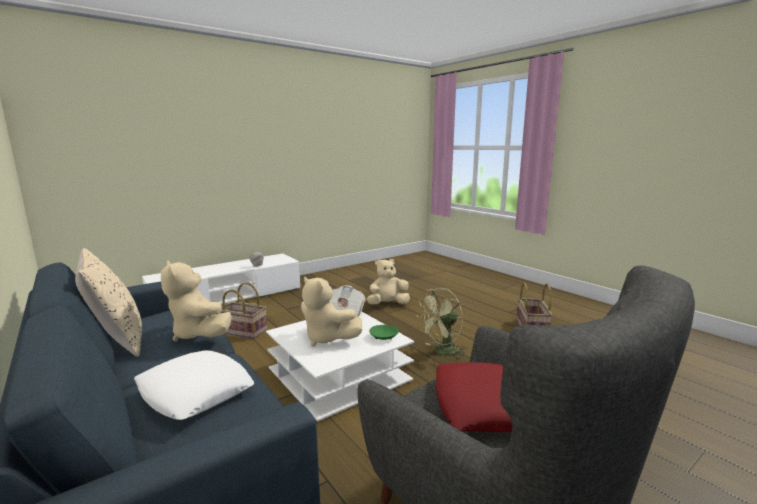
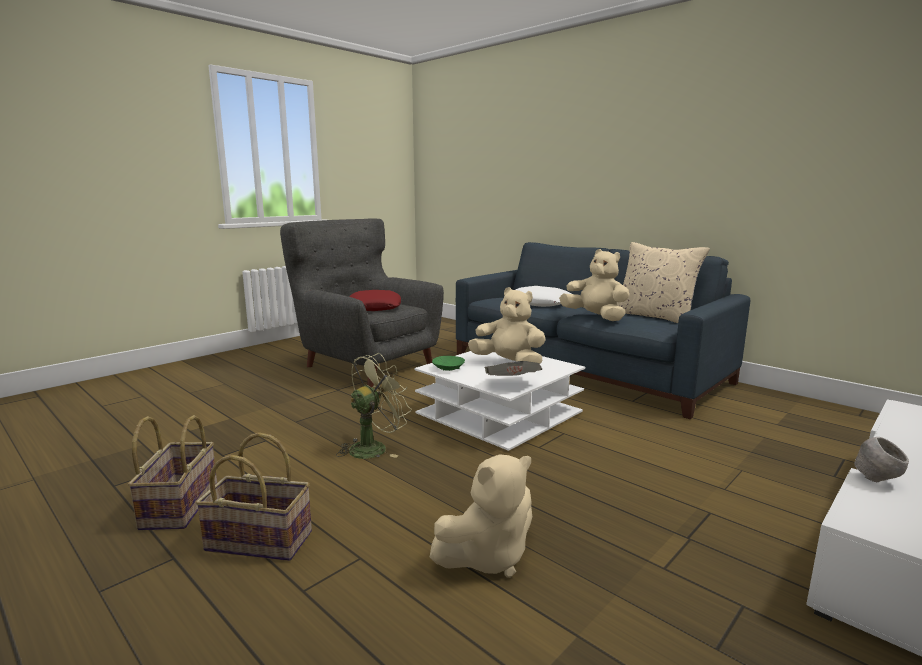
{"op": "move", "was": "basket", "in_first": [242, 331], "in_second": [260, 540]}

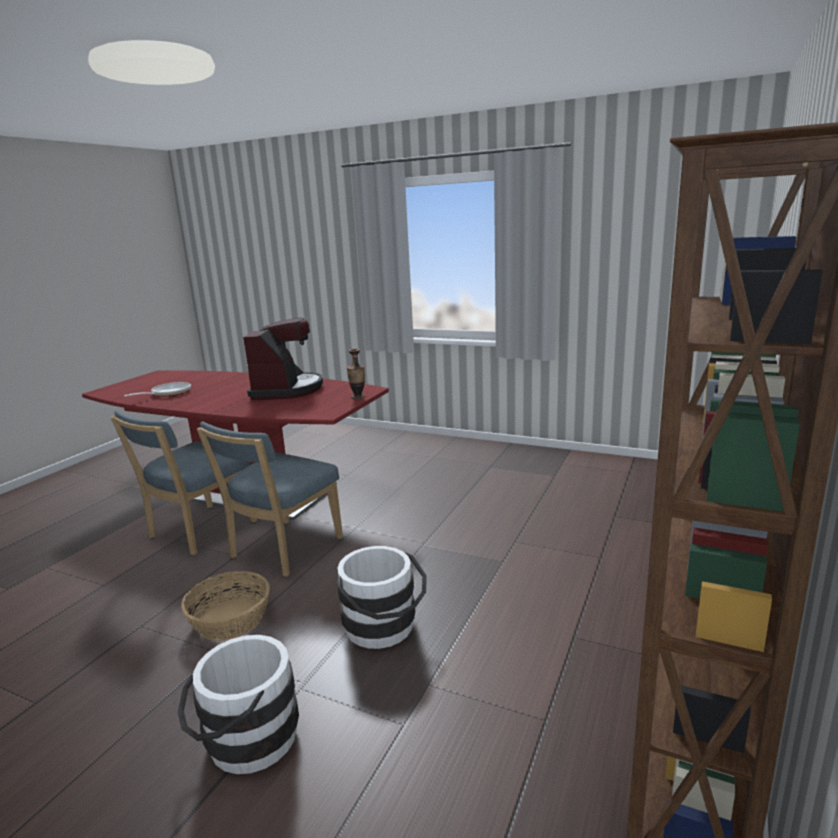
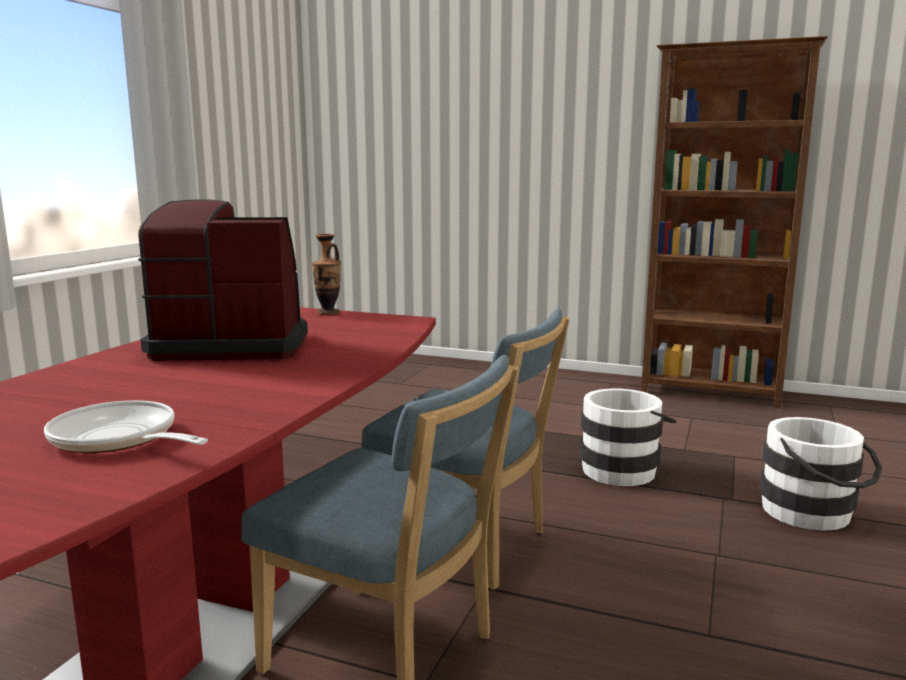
{"op": "delete", "was": "basket", "in_first": [231, 620]}

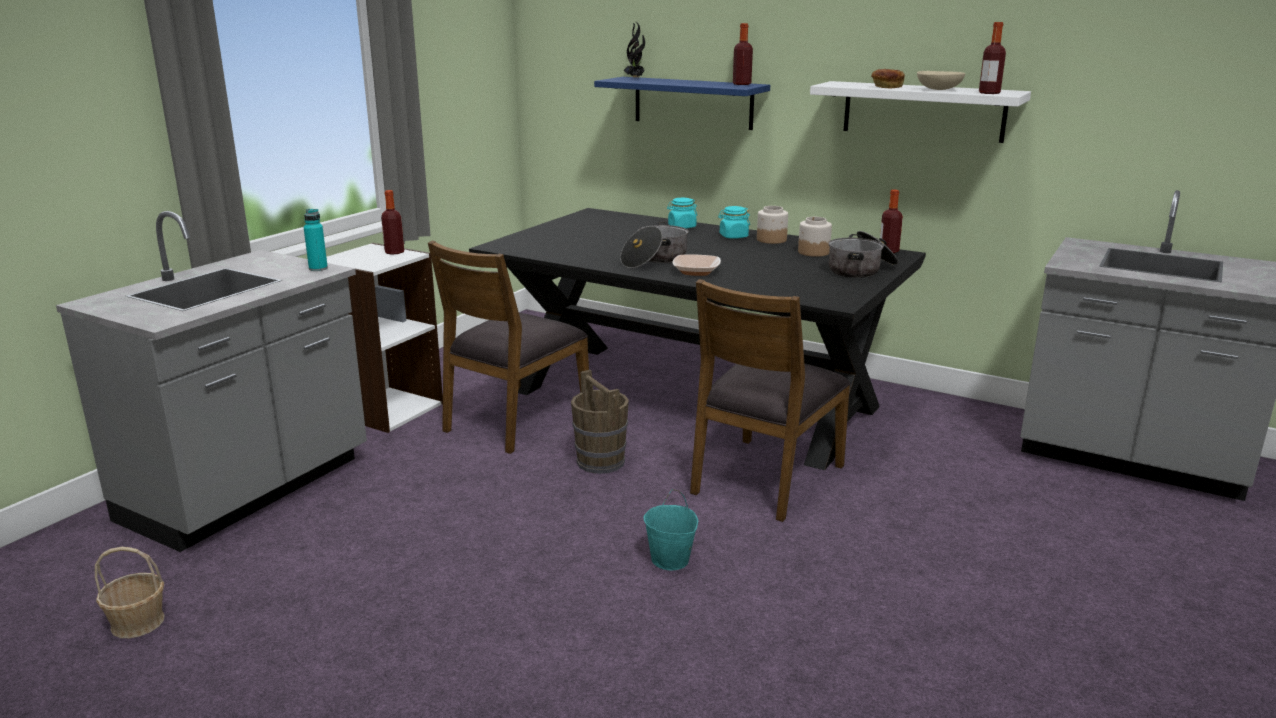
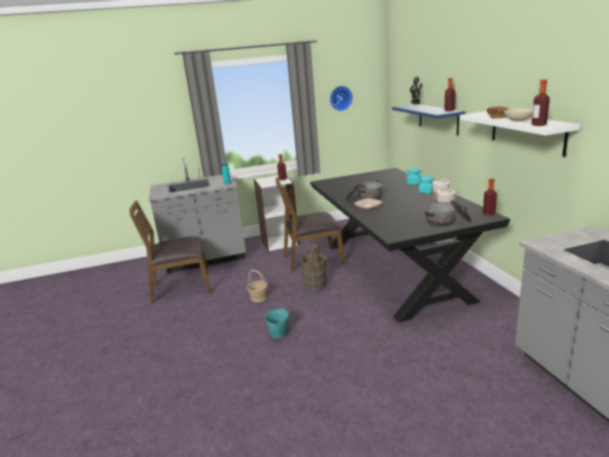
{"op": "move", "was": "plain chair in brown-coloured", "in_first": [765, 478], "in_second": [180, 287]}
{"op": "move", "was": "basket", "in_first": [138, 623], "in_second": [258, 297]}
{"op": "insert", "now": "clock on the wall", "in_second": [340, 98]}

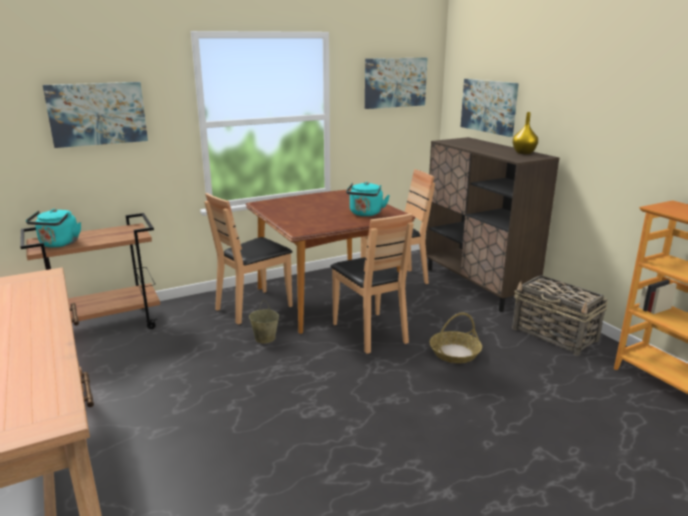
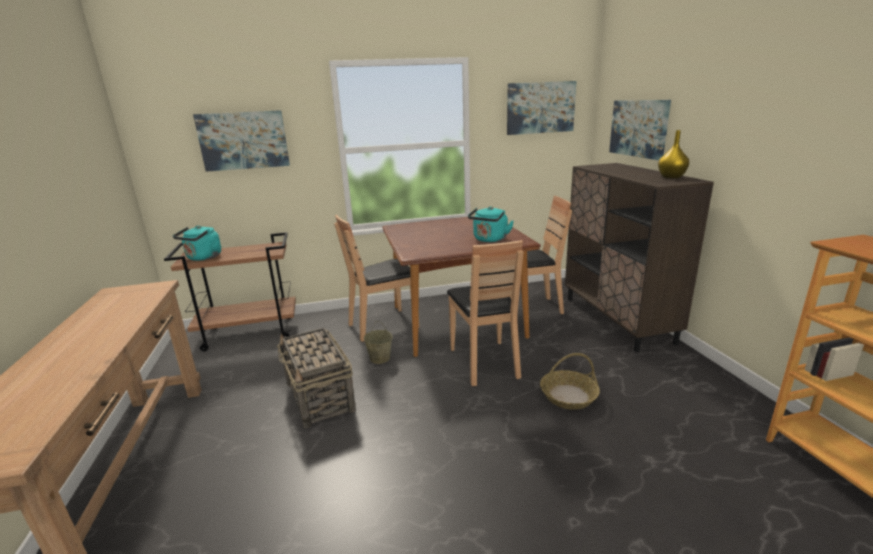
{"op": "move", "was": "basket", "in_first": [555, 335], "in_second": [320, 397]}

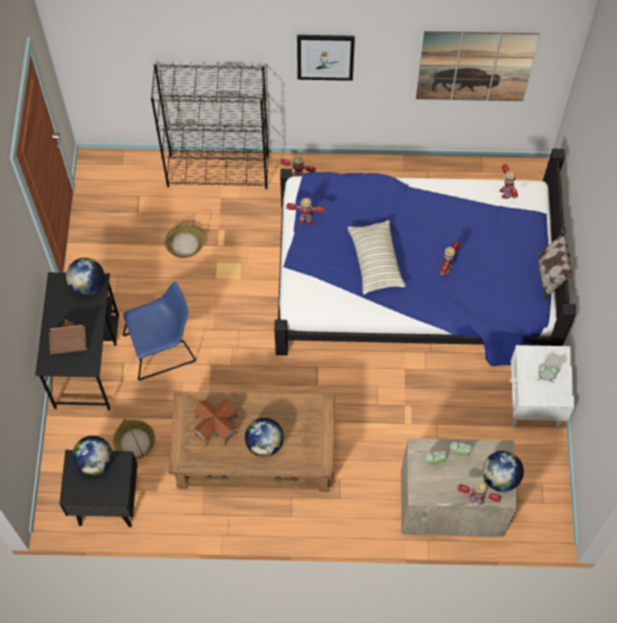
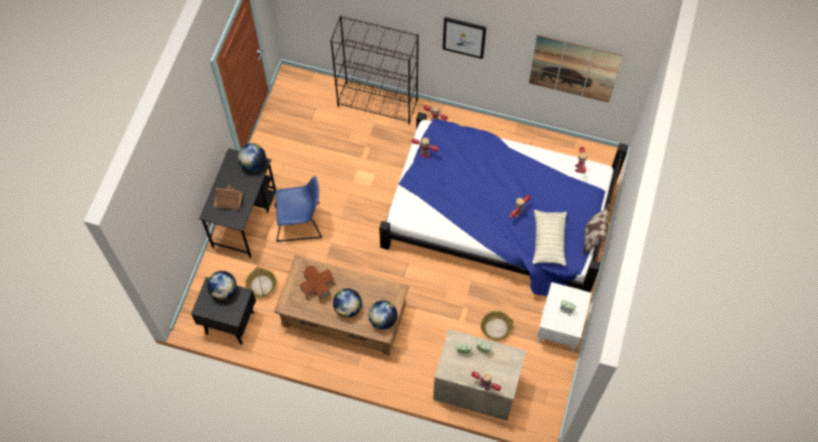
{"op": "move", "was": "pillow", "in_first": [375, 262], "in_second": [548, 241]}
{"op": "move", "was": "basket", "in_first": [185, 244], "in_second": [496, 327]}
{"op": "move", "was": "globe", "in_first": [500, 477], "in_second": [383, 320]}

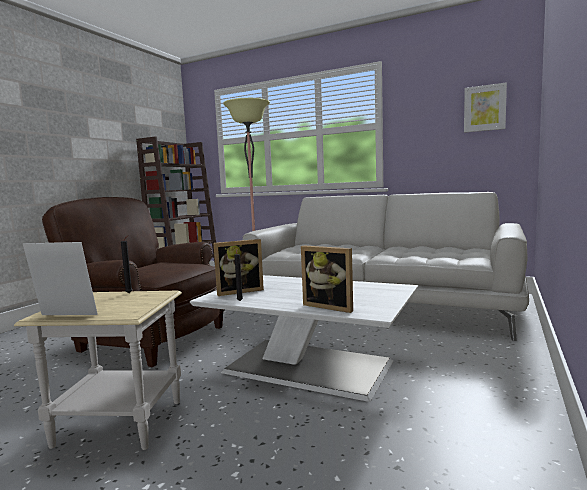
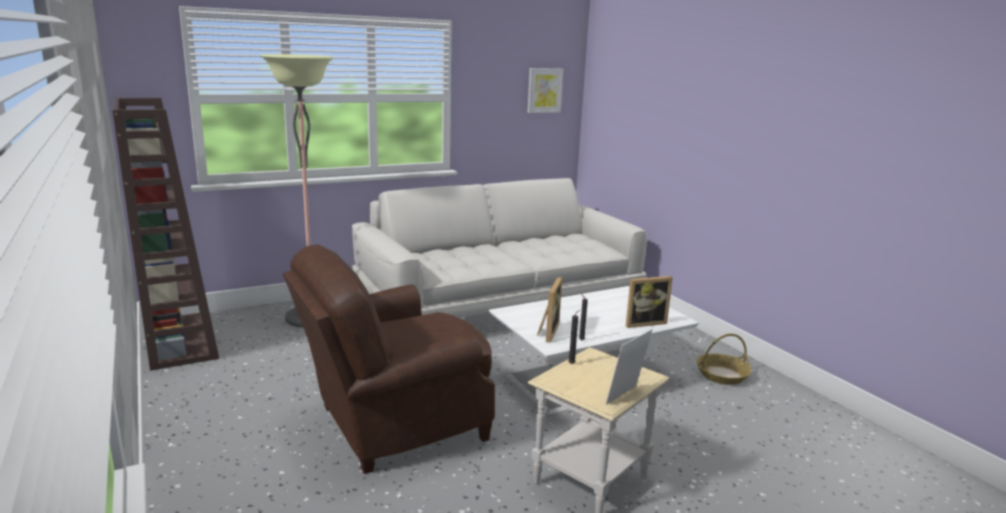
{"op": "insert", "now": "basket", "in_second": [722, 375]}

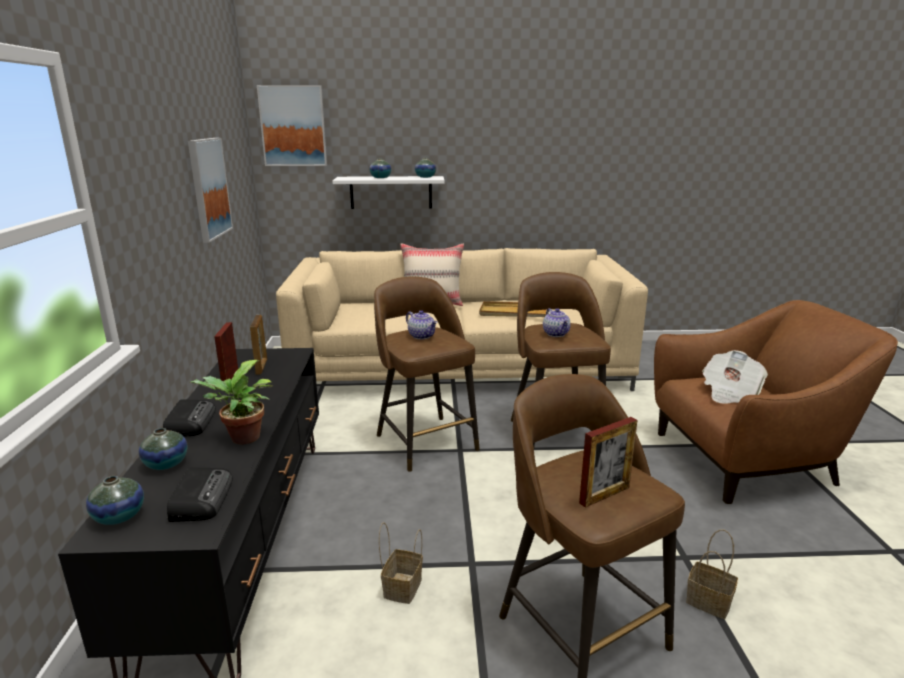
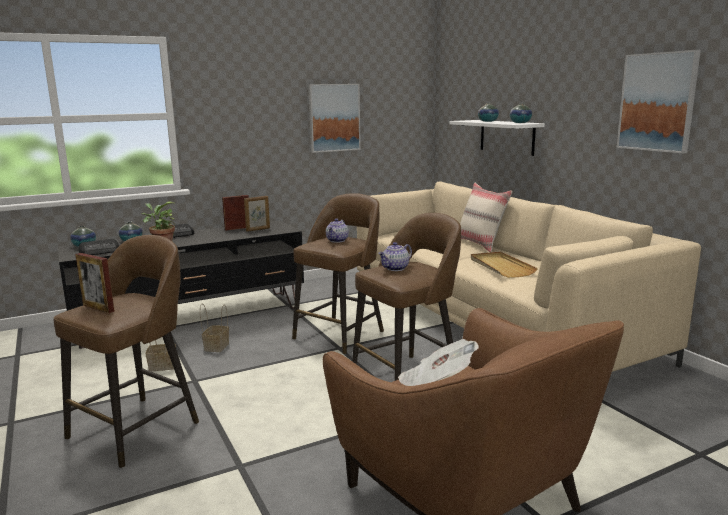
{"op": "move", "was": "picture", "in_first": [293, 126], "in_second": [657, 102]}
{"op": "move", "was": "basket", "in_first": [706, 601], "in_second": [216, 346]}

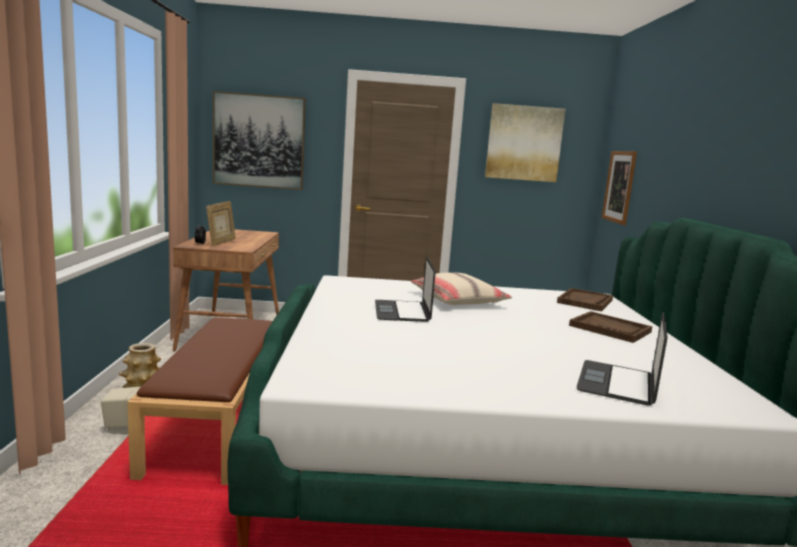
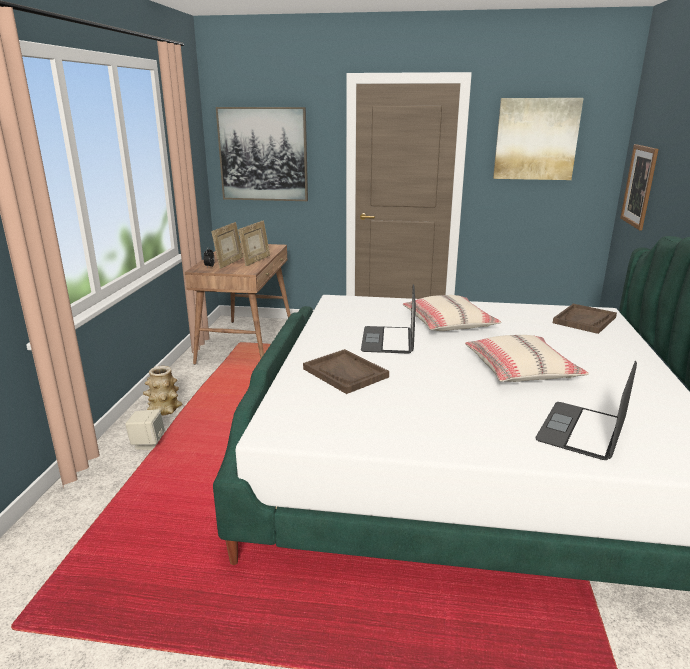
{"op": "move", "was": "tray in brown-coloured", "in_first": [610, 329], "in_second": [345, 373]}
{"op": "delete", "was": "long seat in brown-coloured", "in_first": [220, 421]}
{"op": "insert", "now": "standing frame", "in_second": [256, 261]}
{"op": "insert", "now": "pillow in sand-coloured", "in_second": [521, 370]}

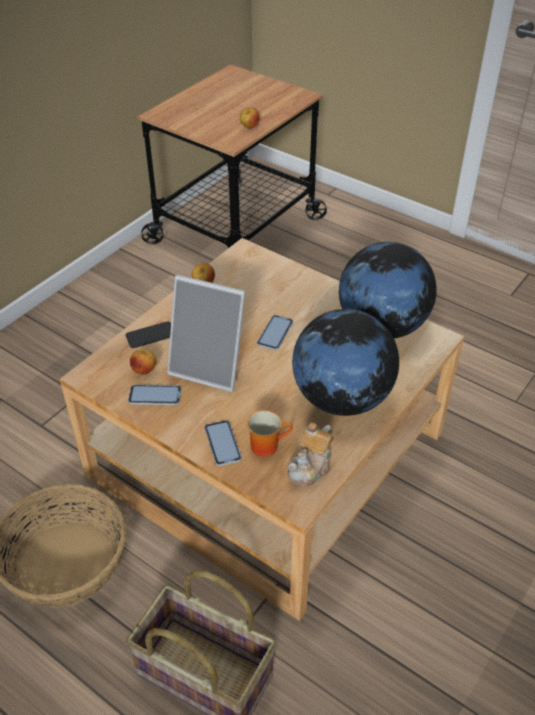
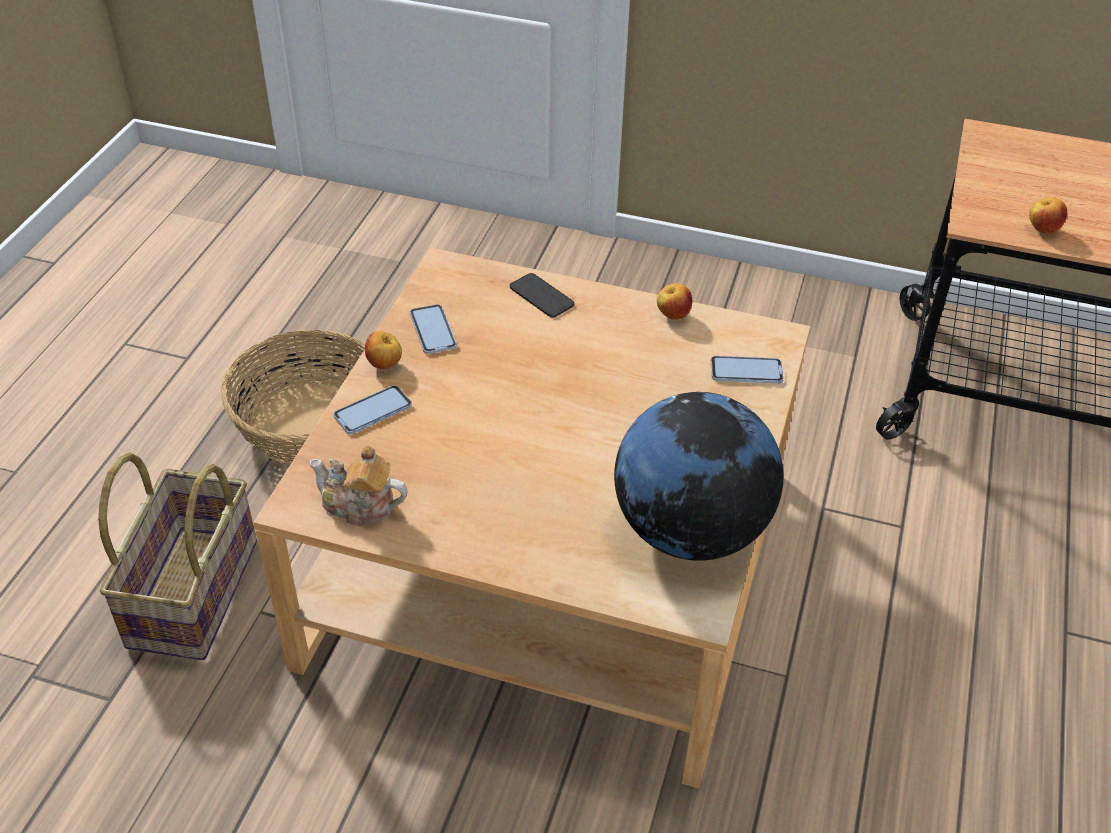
{"op": "delete", "was": "standing frame", "in_first": [210, 367]}
{"op": "delete", "was": "globe", "in_first": [341, 398]}
{"op": "move", "was": "handset", "in_first": [275, 333], "in_second": [746, 371]}
{"op": "move", "was": "apple fruit", "in_first": [144, 370], "in_second": [384, 365]}
{"op": "delete", "was": "mug", "in_first": [267, 444]}

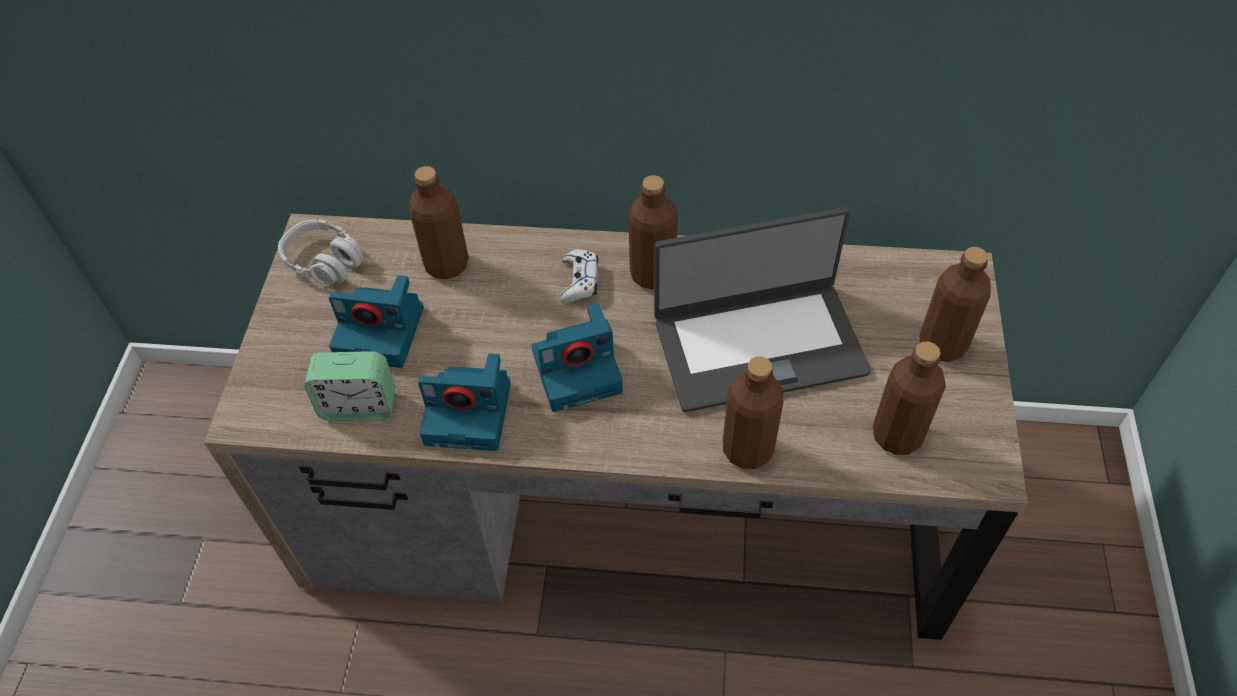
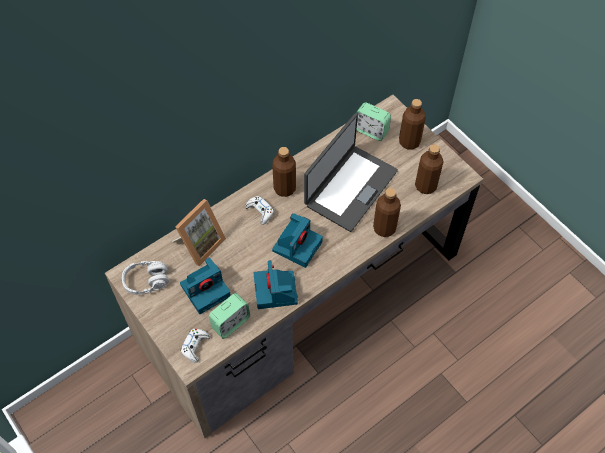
{"op": "replace", "was": "beverage bottle in brown-coloured", "now": "standing frame", "in_first": [446, 264], "in_second": [200, 244]}
{"op": "rotate", "was": "still camera", "in_first": [470, 412], "in_second": [276, 291], "clockwise": 120}
{"op": "insert", "now": "table clock", "in_second": [371, 131]}
{"op": "insert", "now": "game controller in whitish", "in_second": [195, 346]}

